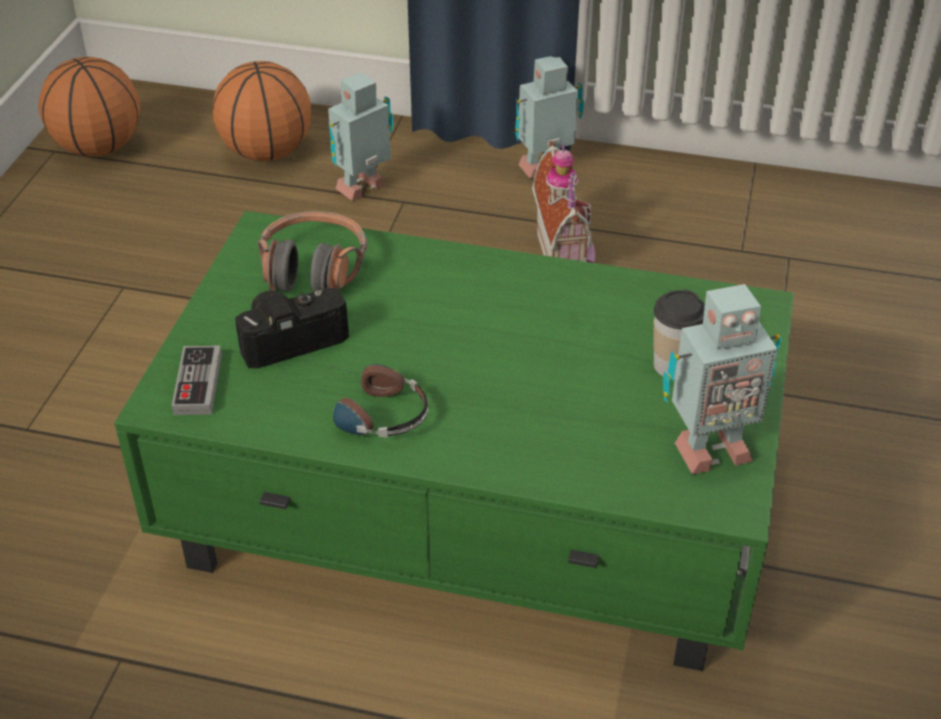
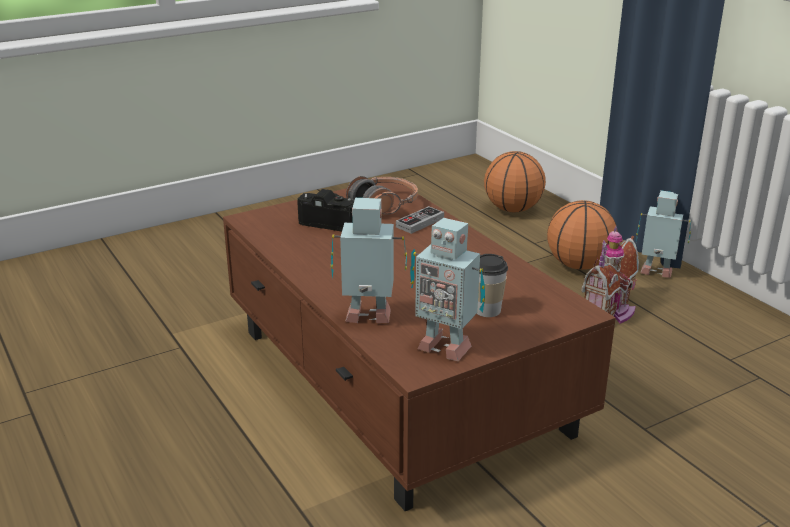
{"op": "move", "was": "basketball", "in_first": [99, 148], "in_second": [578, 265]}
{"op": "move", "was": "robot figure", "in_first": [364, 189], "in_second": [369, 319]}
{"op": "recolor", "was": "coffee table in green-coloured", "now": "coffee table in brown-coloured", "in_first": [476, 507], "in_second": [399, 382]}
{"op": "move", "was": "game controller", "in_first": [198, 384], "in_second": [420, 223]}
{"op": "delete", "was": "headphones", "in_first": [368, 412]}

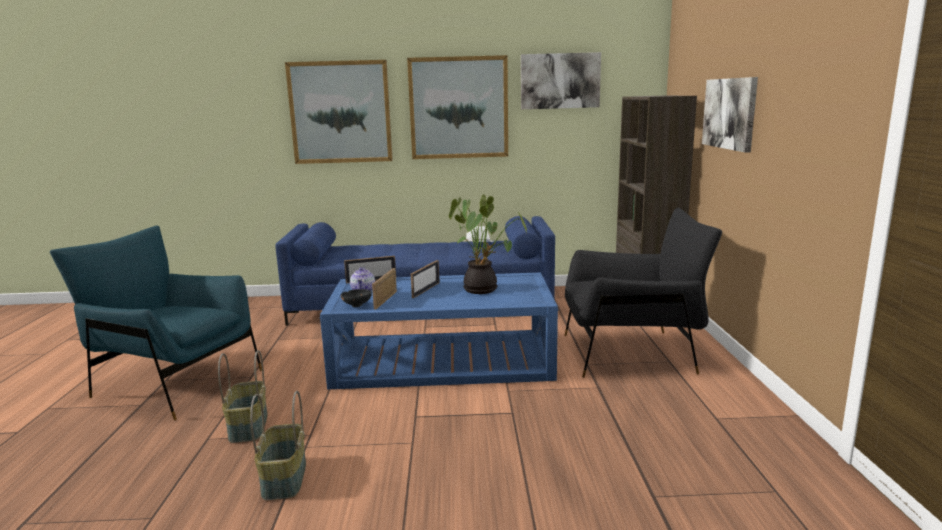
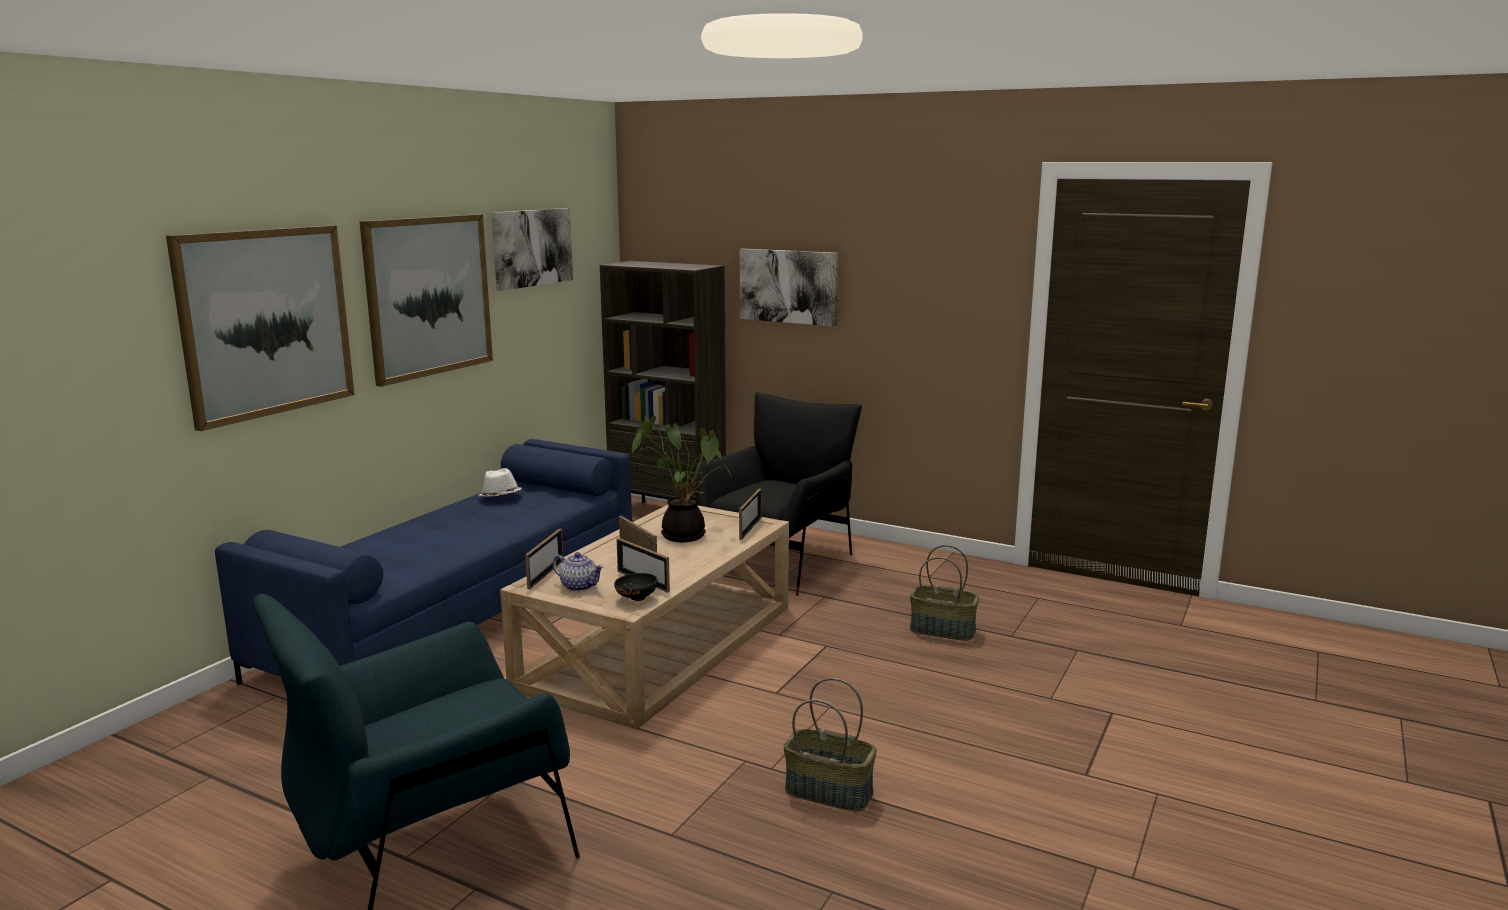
{"op": "recolor", "was": "coffee table in blue", "now": "coffee table in sand-coloured", "in_first": [443, 360], "in_second": [658, 645]}
{"op": "move", "was": "basket", "in_first": [249, 427], "in_second": [943, 630]}
{"op": "insert", "now": "standing frame", "in_second": [750, 528]}

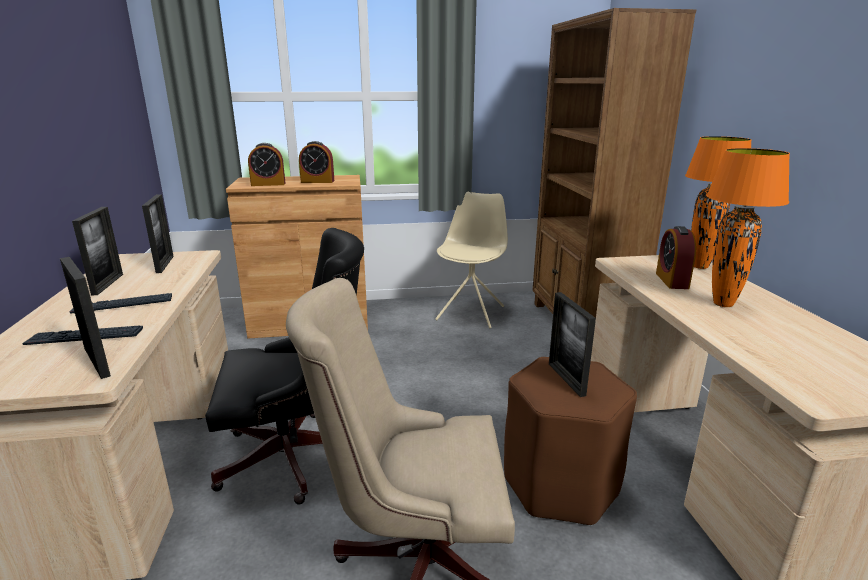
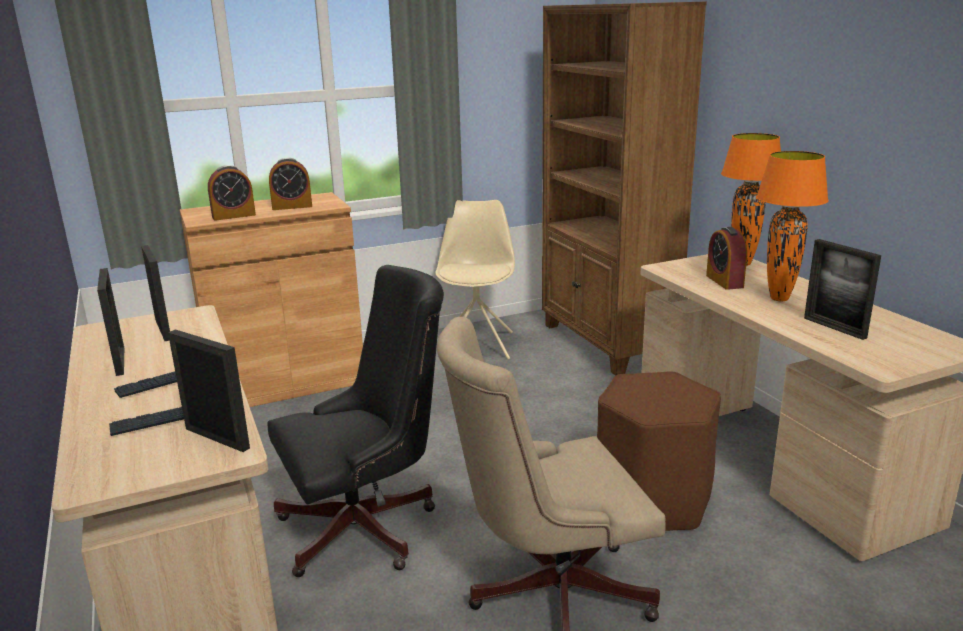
{"op": "move", "was": "standing frame", "in_first": [566, 379], "in_second": [834, 328]}

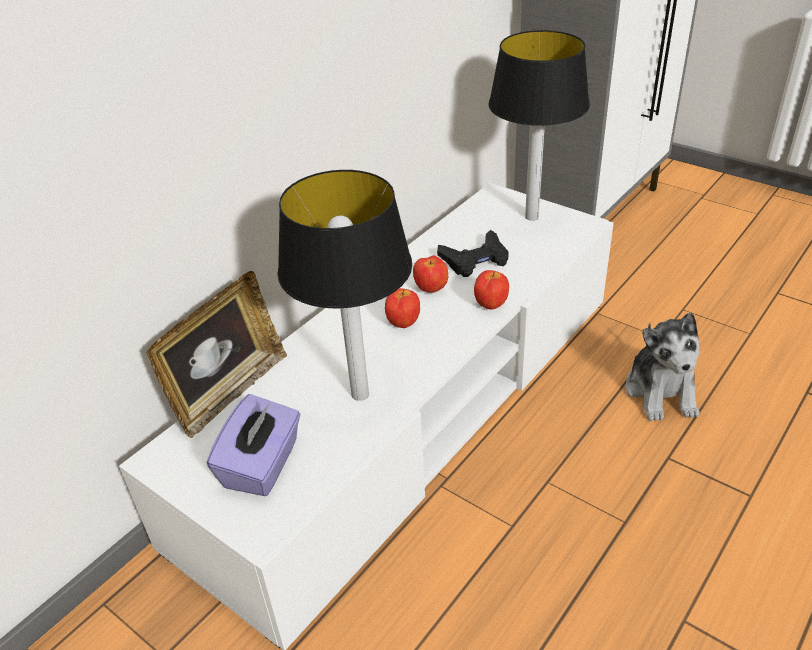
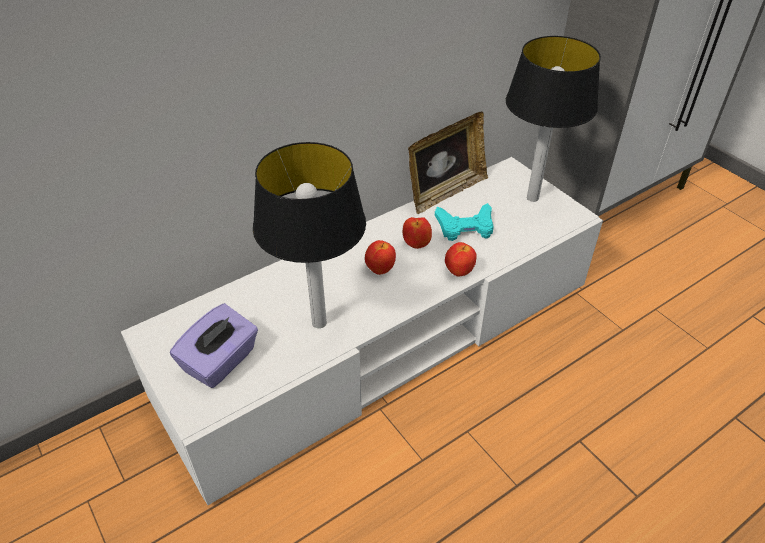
{"op": "recolor", "was": "game controller in black", "now": "game controller in blue-green", "in_first": [475, 260], "in_second": [465, 227]}
{"op": "move", "was": "standing frame", "in_first": [229, 391], "in_second": [445, 192]}
{"op": "delete", "was": "plush toy", "in_first": [661, 392]}

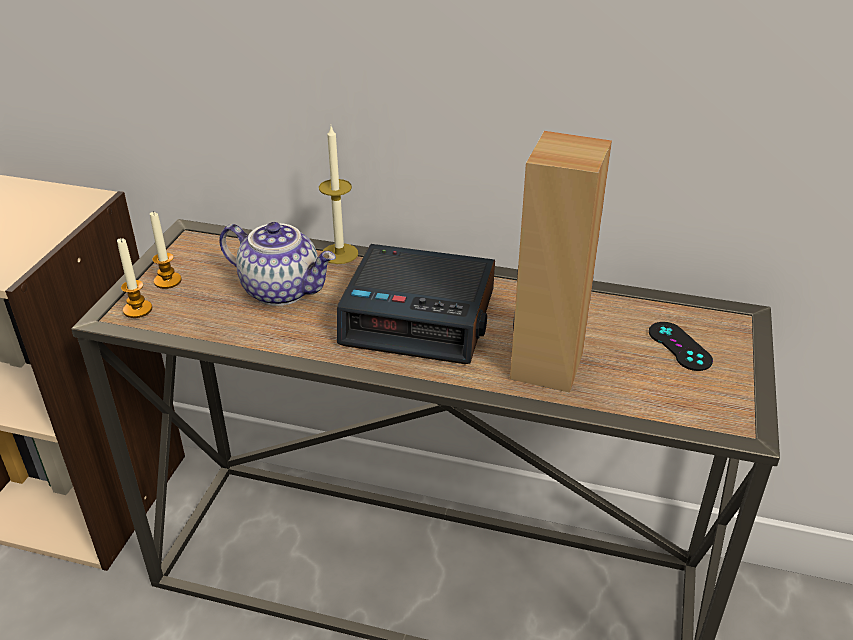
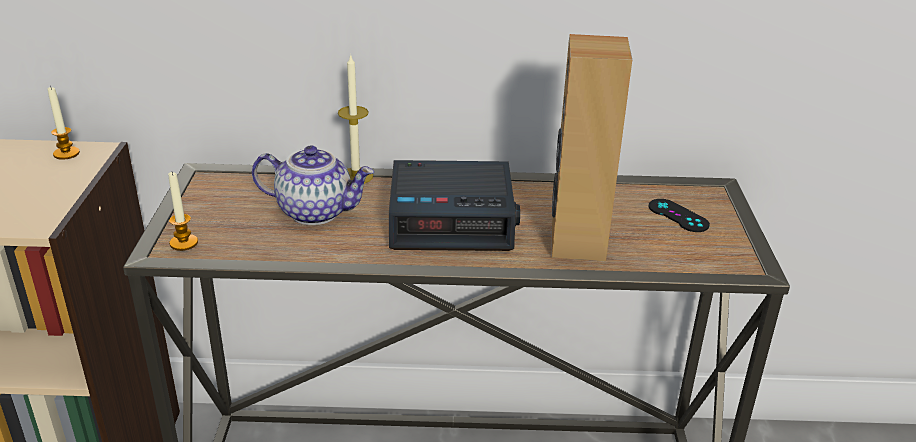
{"op": "move", "was": "wax light", "in_first": [167, 281], "in_second": [66, 153]}

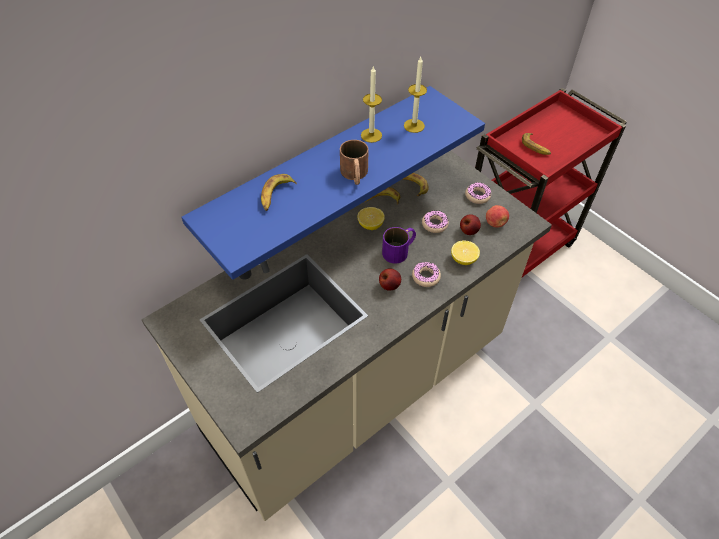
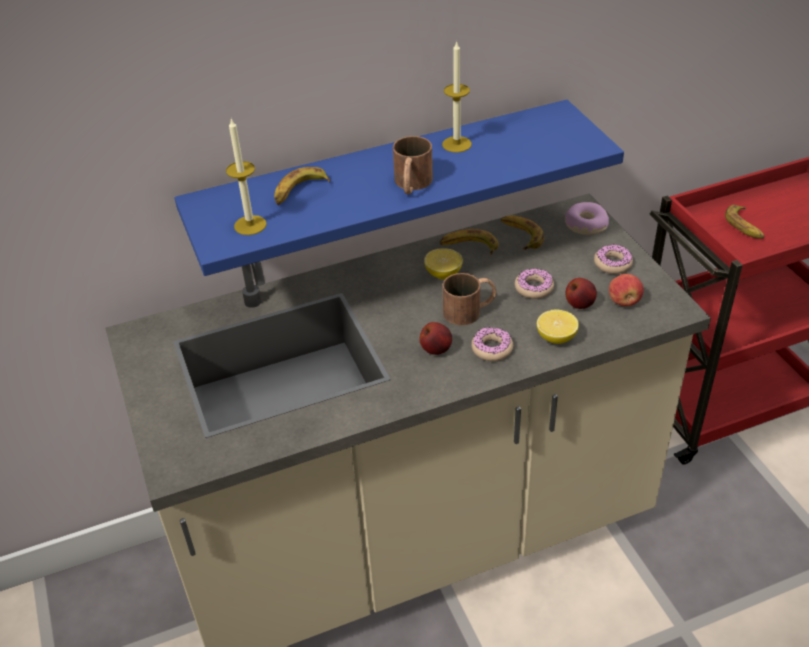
{"op": "move", "was": "wax light", "in_first": [414, 126], "in_second": [250, 225]}
{"op": "recolor", "was": "mug in purple", "now": "mug in brown-coloured", "in_first": [400, 250], "in_second": [470, 310]}
{"op": "insert", "now": "donut", "in_second": [585, 225]}

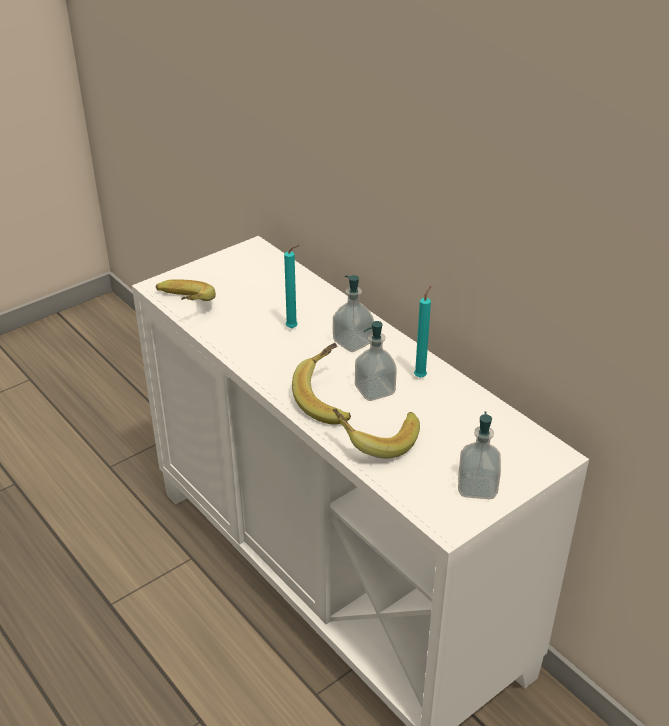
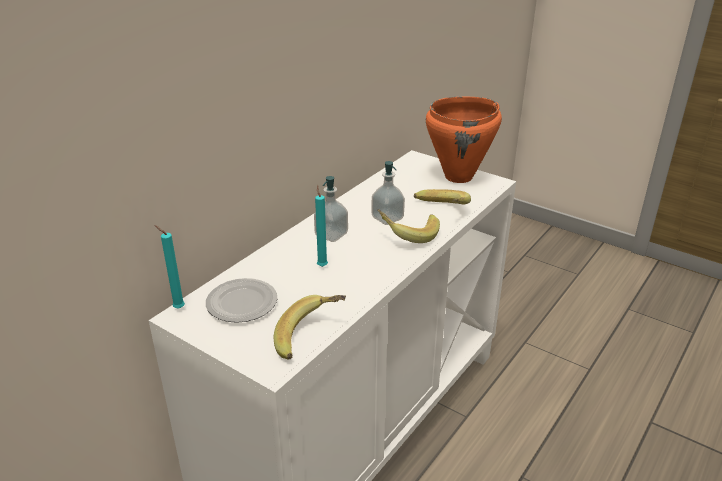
{"op": "move", "was": "wax light in blue-green", "in_first": [421, 376], "in_second": [177, 308]}
{"op": "replace", "was": "soap bottle", "now": "cooking pot in orange", "in_first": [477, 487], "in_second": [459, 177]}
{"op": "insert", "now": "plate", "in_second": [242, 303]}

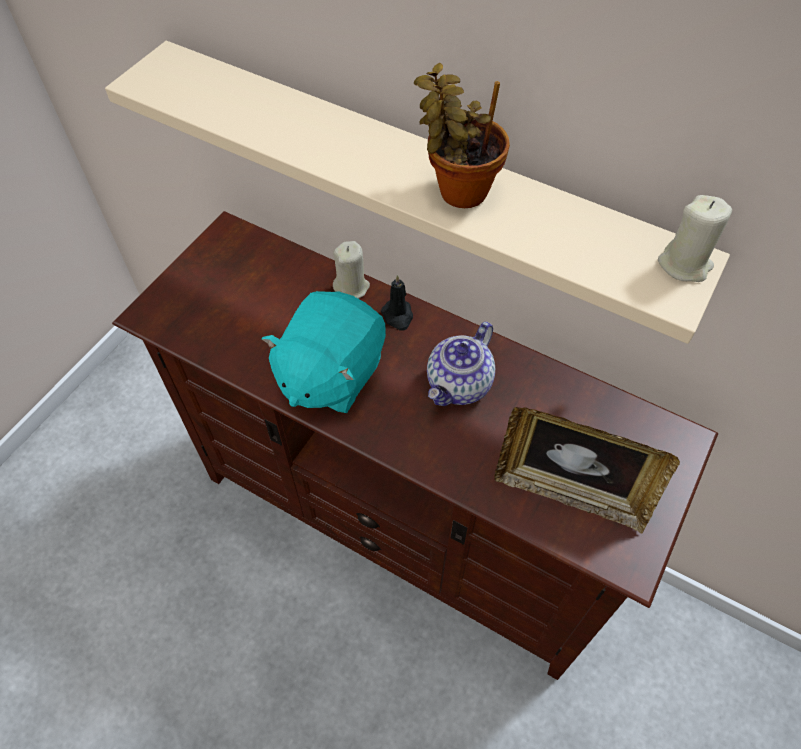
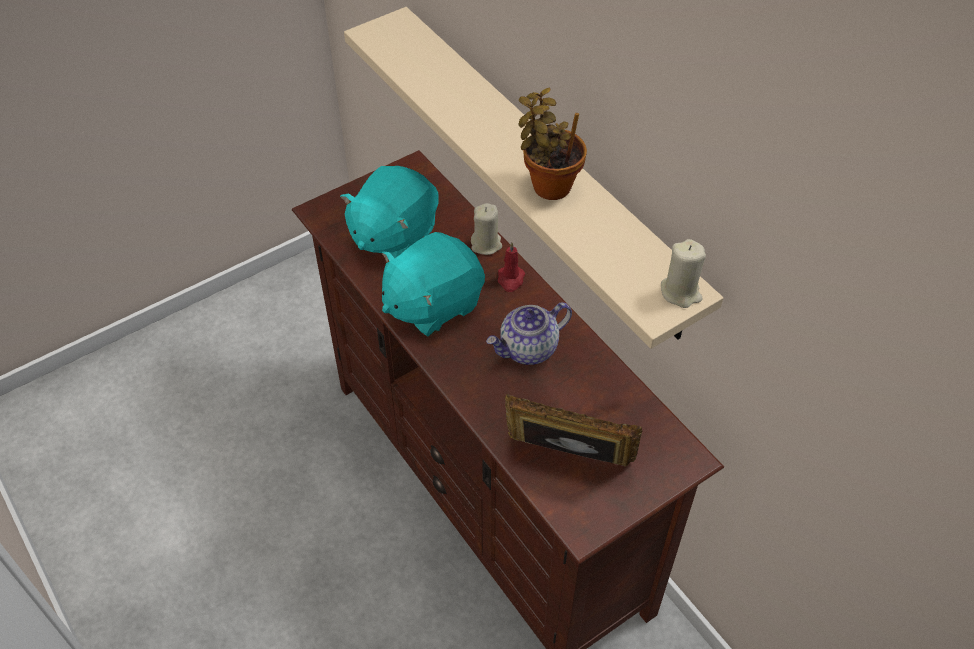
{"op": "recolor", "was": "wax light in black", "now": "wax light in red-coloured", "in_first": [398, 316], "in_second": [510, 279]}
{"op": "rotate", "was": "standing frame", "in_first": [570, 492], "in_second": [567, 459], "clockwise": 150}
{"op": "insert", "now": "plush toy in blue-green", "in_second": [393, 234]}

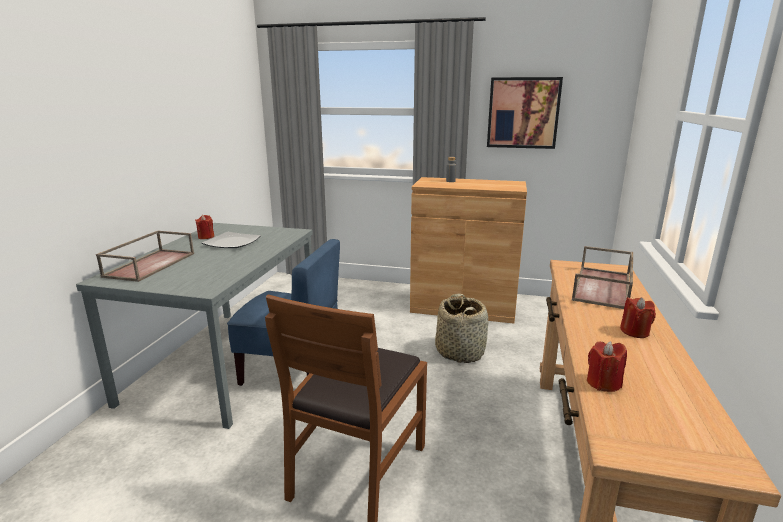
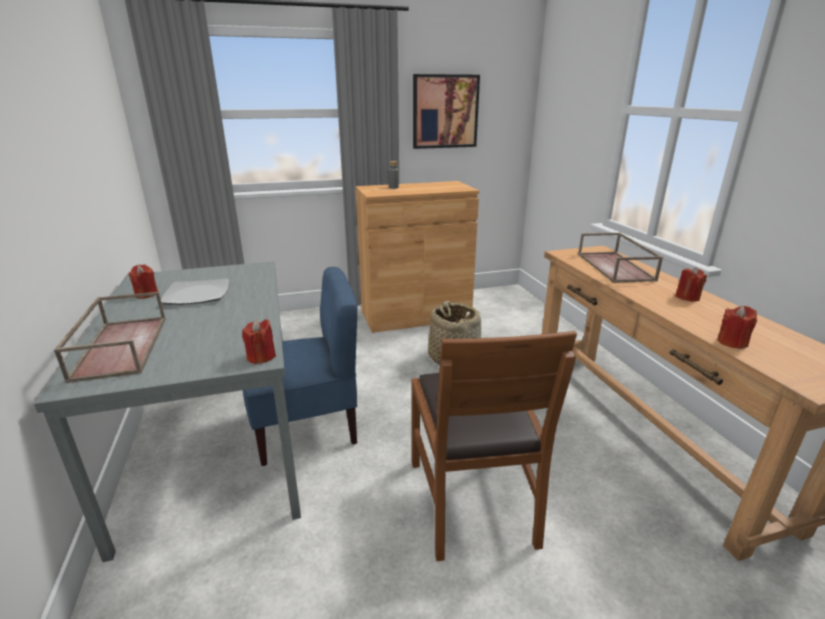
{"op": "insert", "now": "wax light in red-coloured", "in_second": [261, 357]}

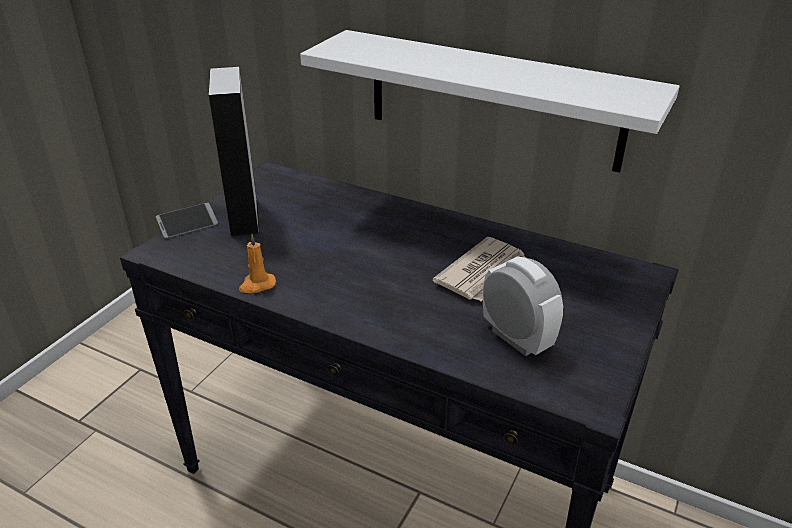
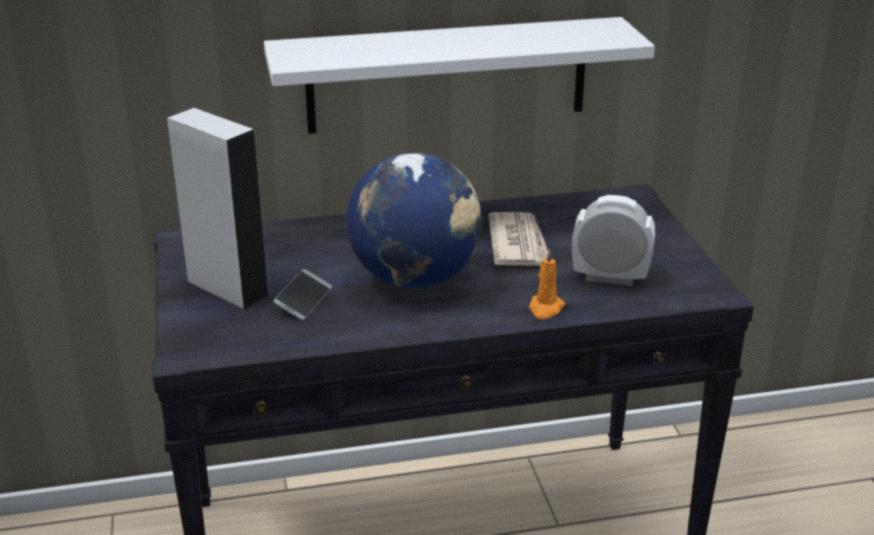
{"op": "move", "was": "handset", "in_first": [188, 225], "in_second": [303, 301]}
{"op": "move", "was": "wax light in orange", "in_first": [257, 285], "in_second": [545, 308]}
{"op": "insert", "now": "globe", "in_second": [415, 278]}

